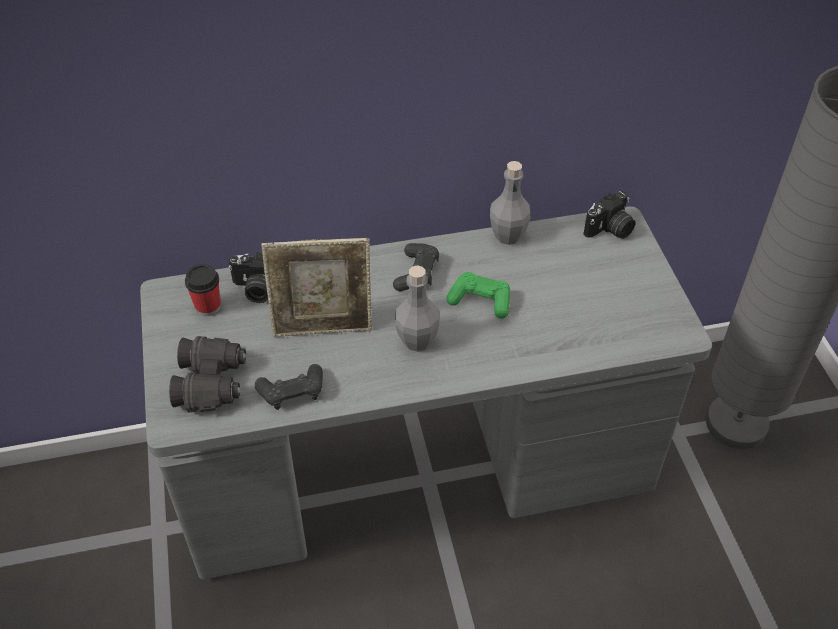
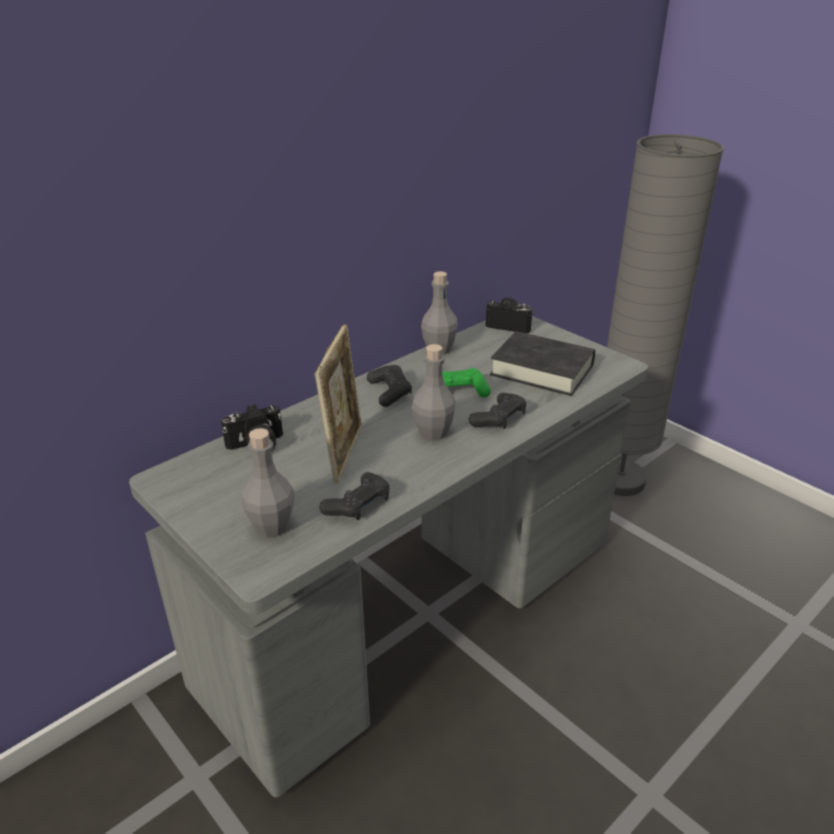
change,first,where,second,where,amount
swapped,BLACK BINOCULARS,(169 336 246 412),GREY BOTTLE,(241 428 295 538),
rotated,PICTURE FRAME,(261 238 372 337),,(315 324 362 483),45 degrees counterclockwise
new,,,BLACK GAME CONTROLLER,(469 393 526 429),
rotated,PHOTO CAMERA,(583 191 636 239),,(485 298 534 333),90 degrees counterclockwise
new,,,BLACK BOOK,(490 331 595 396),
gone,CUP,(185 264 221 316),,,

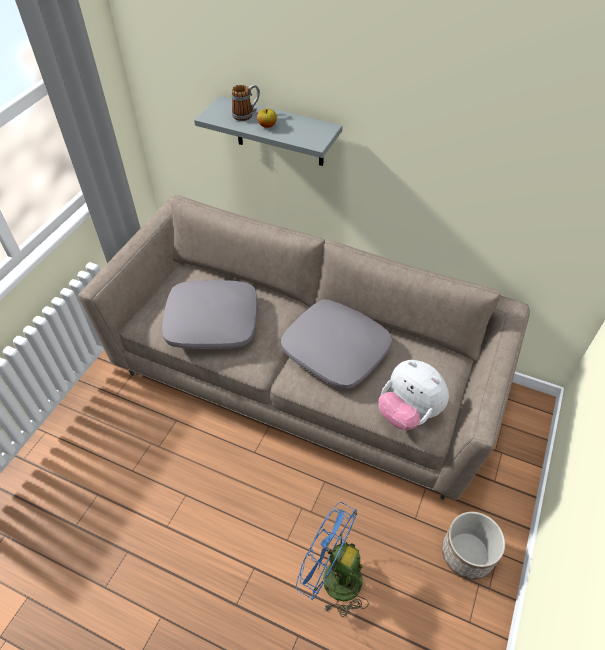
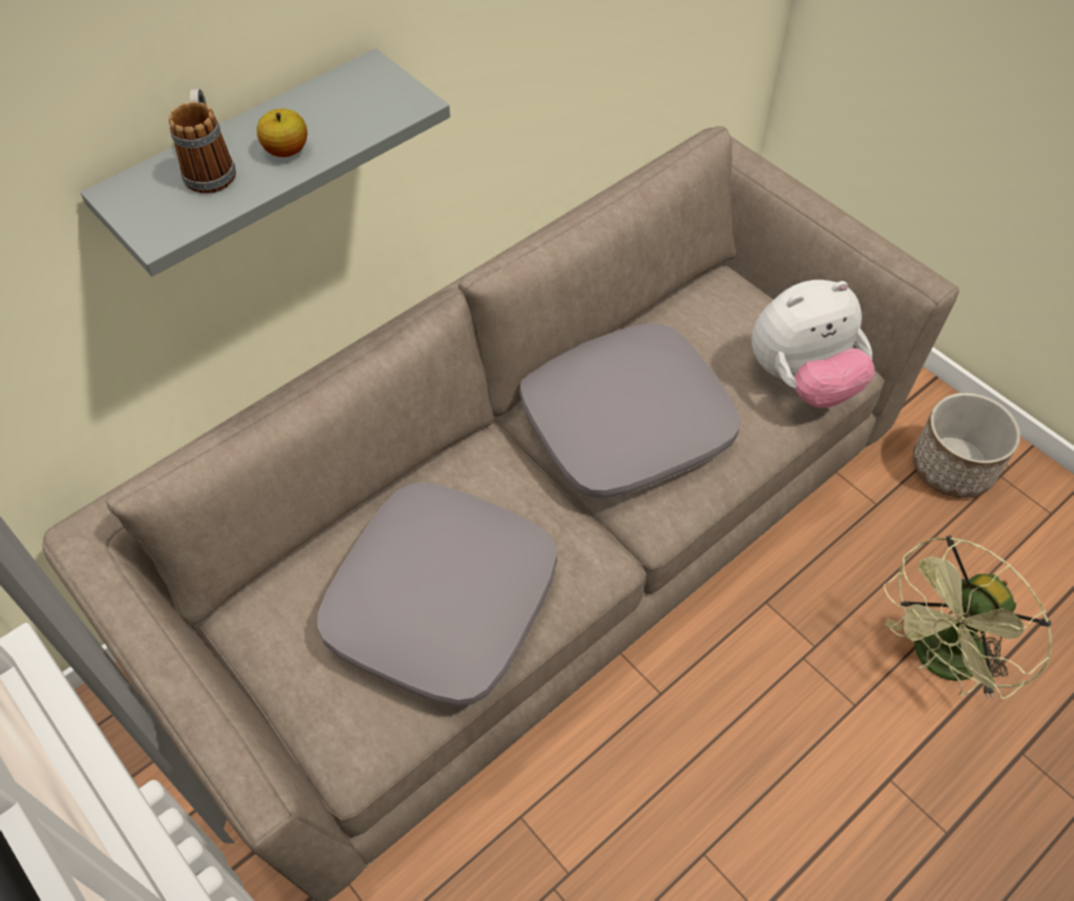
change,first,where,second,where,amount
repainted,BLUE FAN,(296 502 369 617),GREEN FAN,(883 535 1052 699),

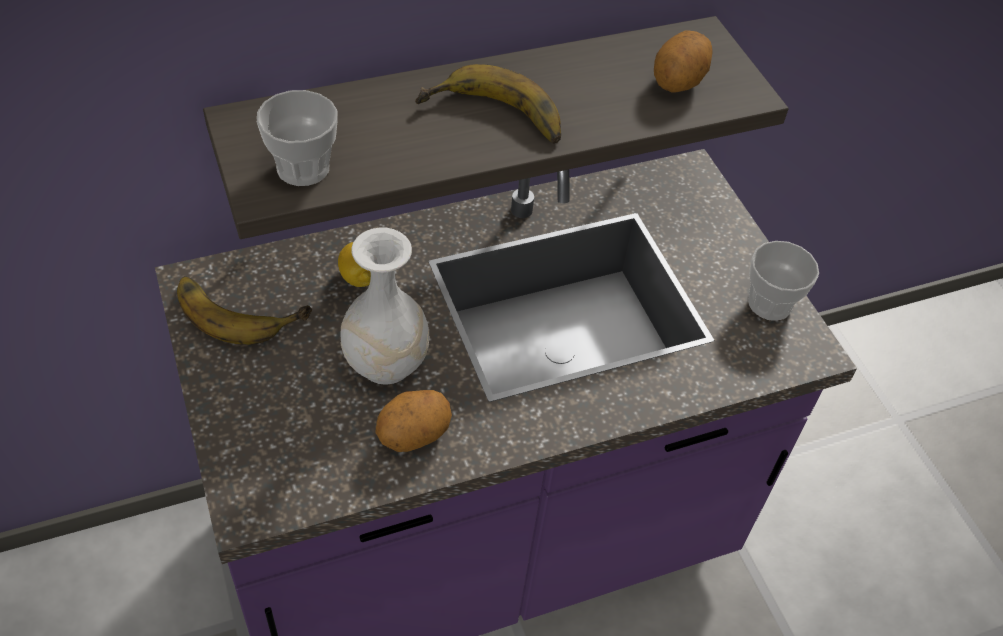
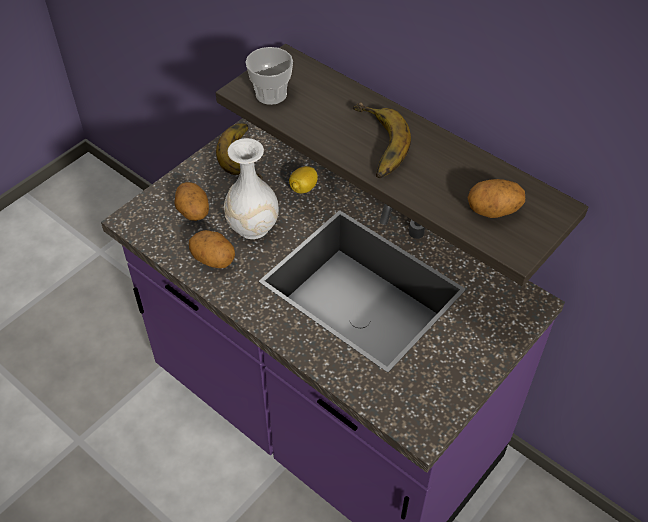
change,first,where,second,where,amount
new,,,POTATO,(174 182 209 221),
gone,CUP,(748 241 819 321),,,

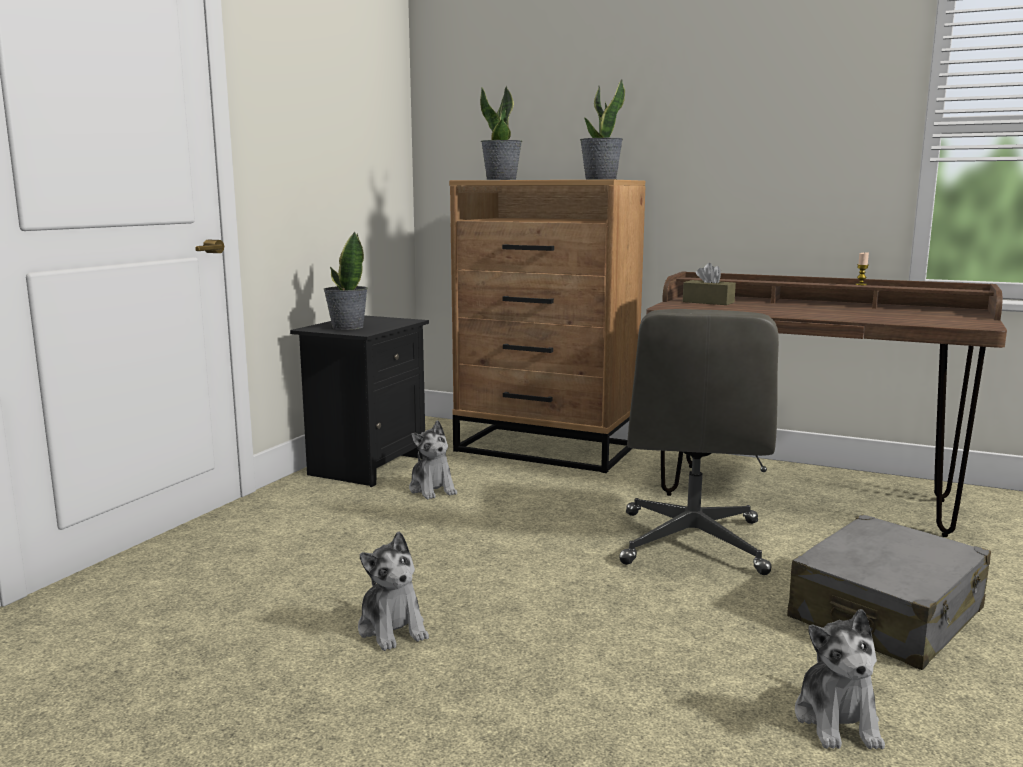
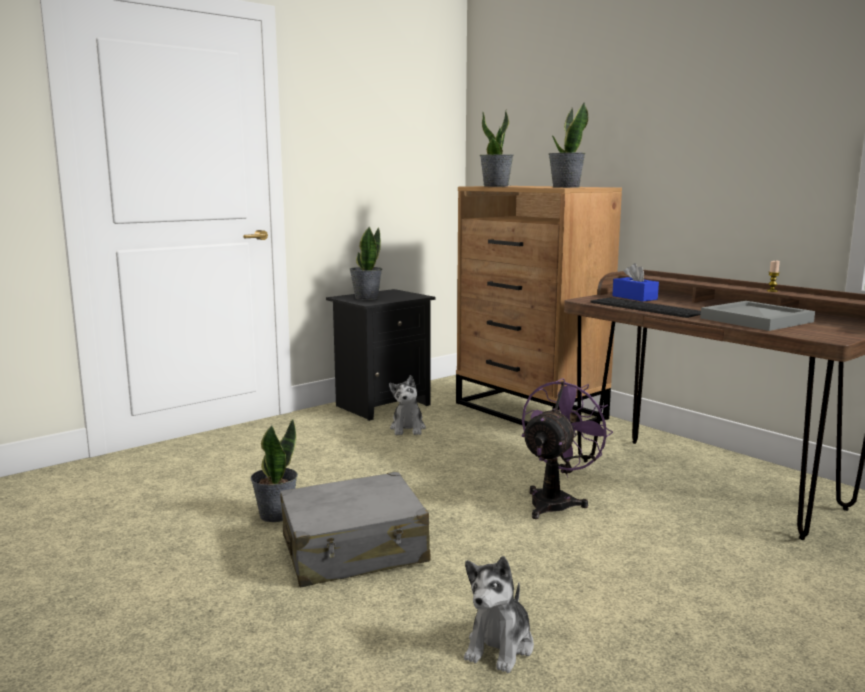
change,first,where,second,where,amount
swapped,PLUSH TOY,(358 531 429 651),POTTED PLANT,(251 418 298 522),
shifted,GREY SUITCASE,(787 514 991 670),,(280 472 430 587),
swapped,GREY OFFICE CHAIR,(619 309 779 575),PURPLE FAN,(521 378 613 519),
new,,,KEYBOARD,(590 297 701 318),
repainted,BROWN TISSUE BOX,(683 263 736 305),BLUE TISSUE BOX,(612 263 659 302),
new,,,GREY TRAY,(700 301 815 331),

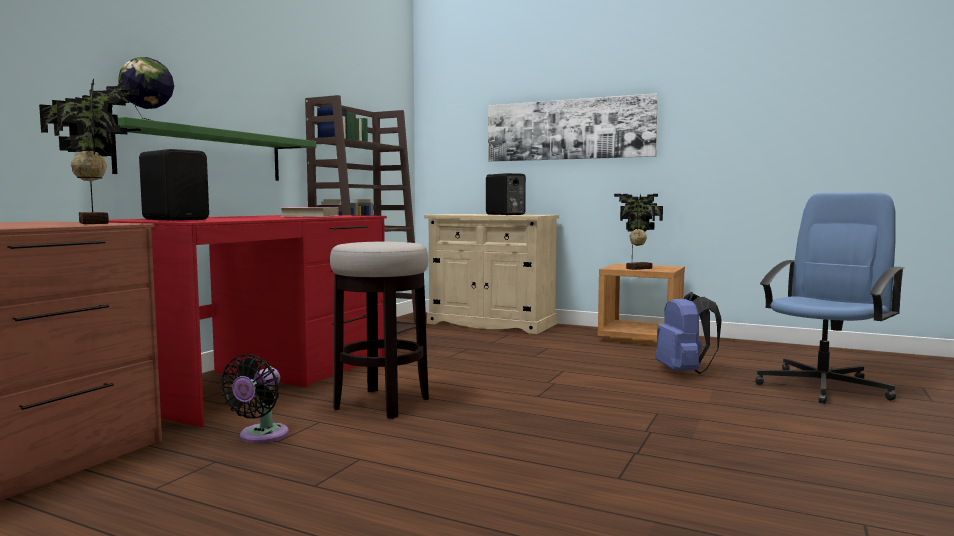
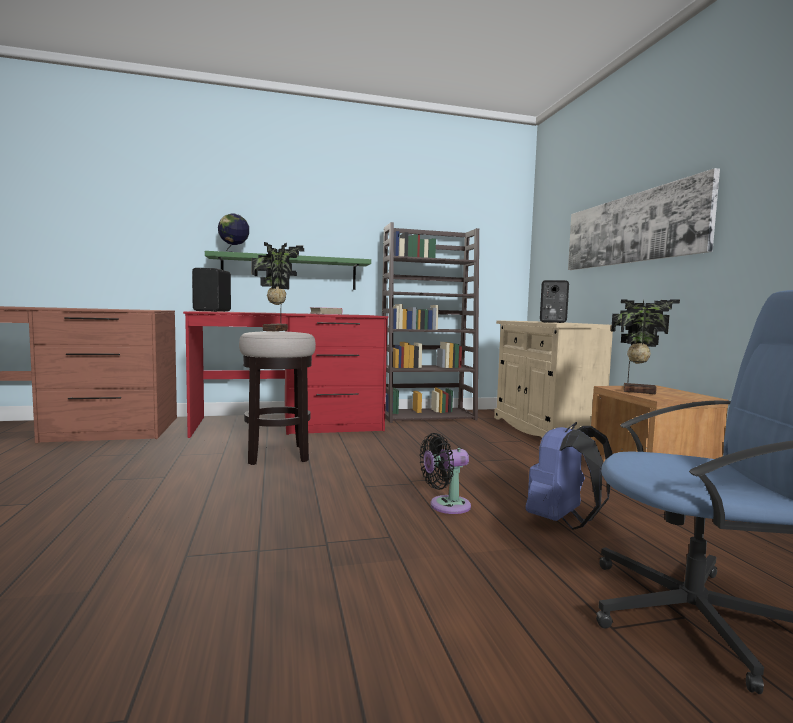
change,first,where,second,where,amount
shifted,POTTED PLANT,(39 79 139 224),,(251 242 304 331),
shifted,BLACK FAN,(220 354 289 443),,(419 433 471 514),

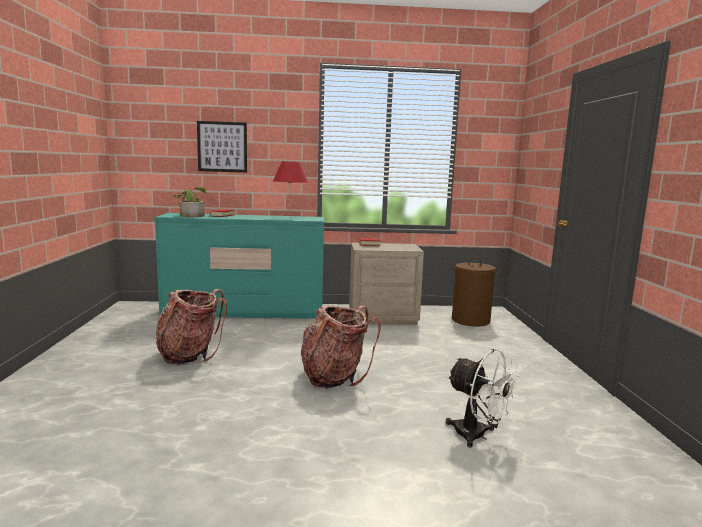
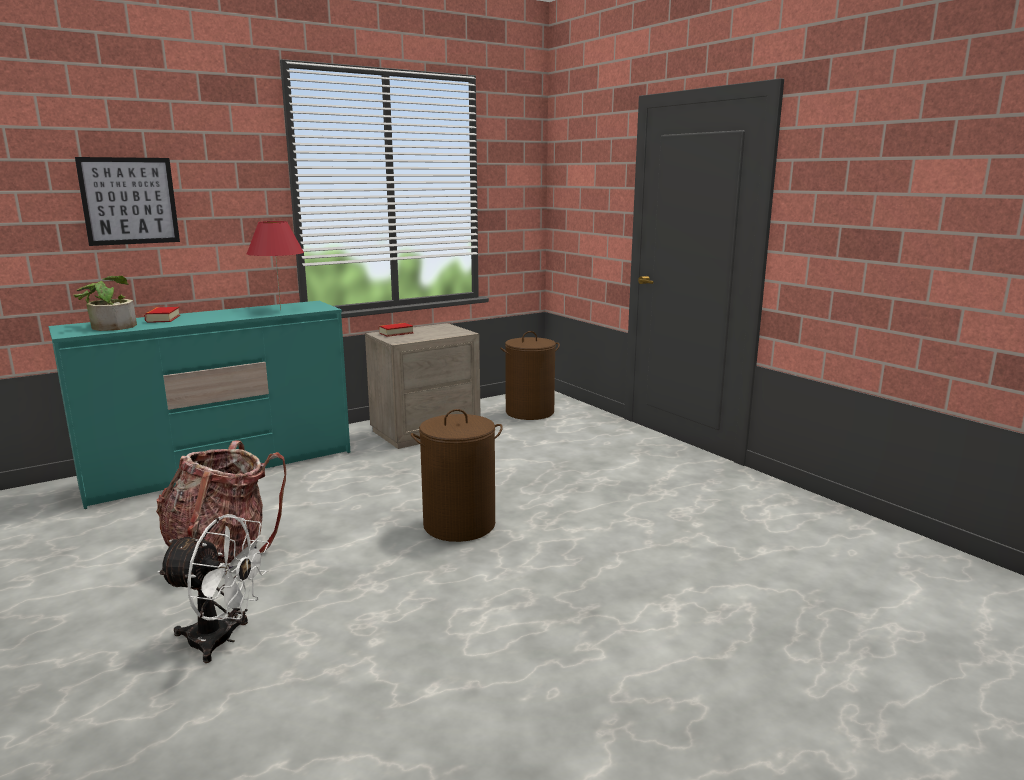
change,first,where,second,where,amount
shifted,WHITE FAN,(446 349 520 448),,(157 514 269 663),
swapped,BACKPACK,(301 305 381 389),BROWN LAUNDRY BASKET,(411 409 503 542),

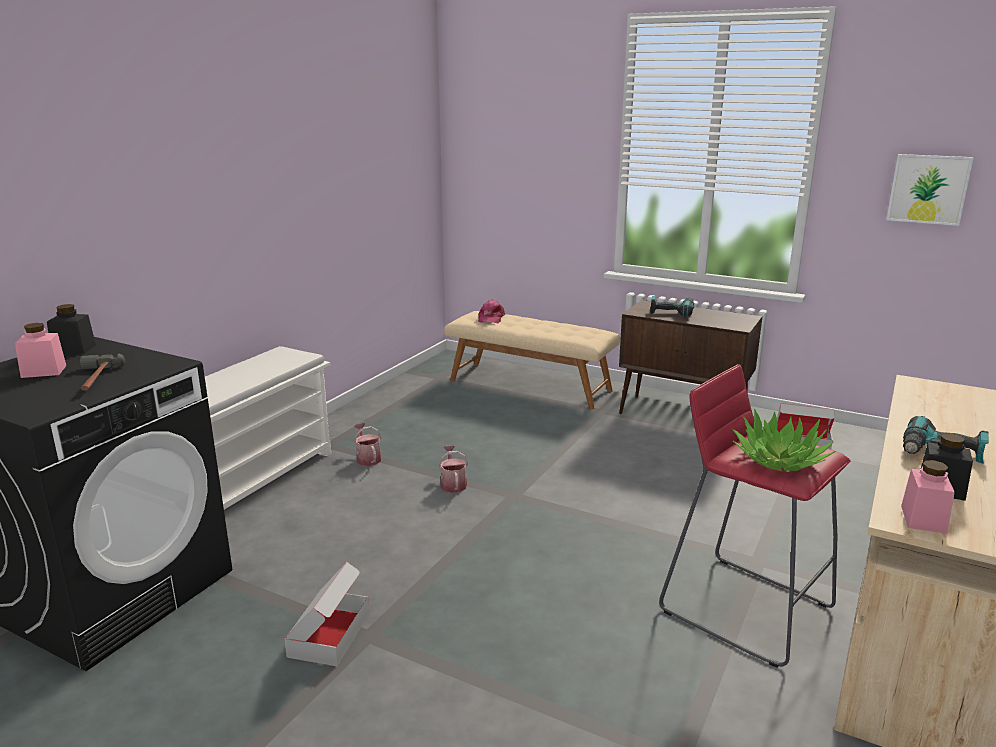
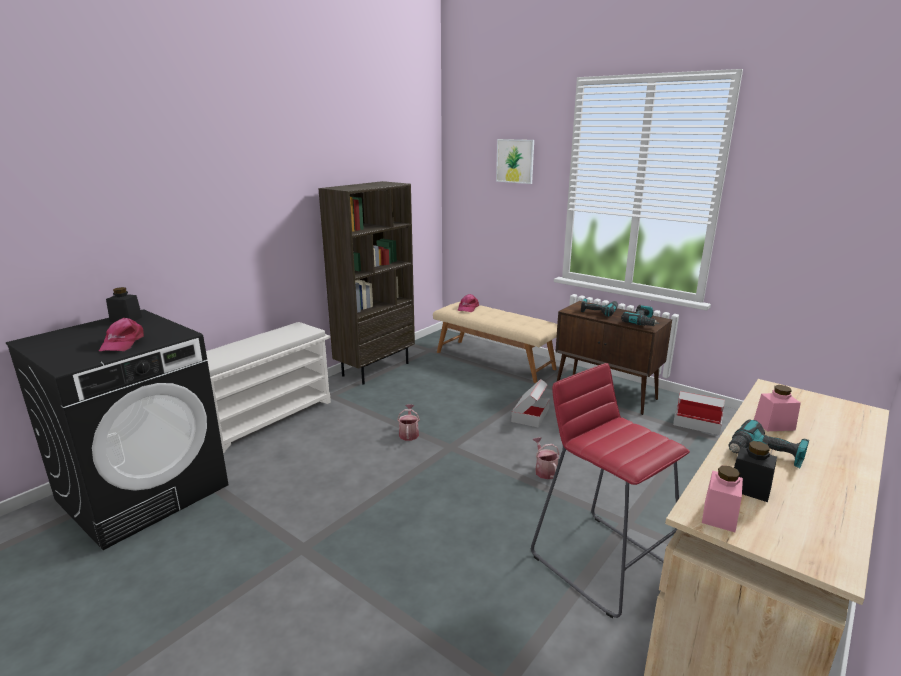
change,first,where,second,where,amount
swapped,HAMMER,(80 353 125 391),PINK CAP,(99 318 144 351),
new,,,BROWN BOOKCASE,(318 181 415 384),
shifted,PICTURE,(886 154 974 226),,(496 139 534 184),
shifted,CARDBOARD BOX,(284 562 369 666),,(511 379 550 428),
shifted,WATERING CAN,(354 423 381 466),,(533 437 559 480),
new,,,POWER DRILL,(621 305 659 326),
shifted,PINK JAR,(15 323 66 378),,(754 385 801 431),
gone,POTTED PLANT,(732 409 836 471),,,

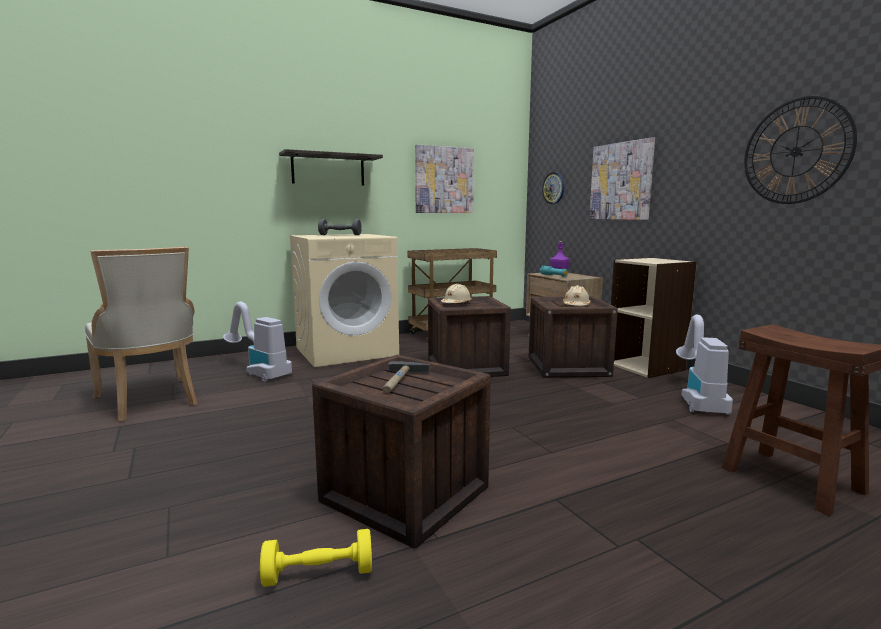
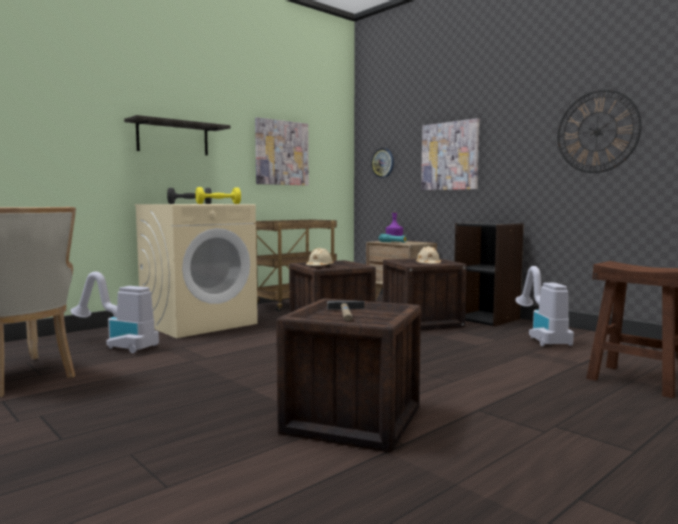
change,first,where,second,where,amount
shifted,YELLOW DUMBBELL,(260 529 372 587),,(195 187 241 204),
repainted,BEIGE BOOKCASE,(611 258 697 378),BLACK BOOKCASE,(454 222 524 326),

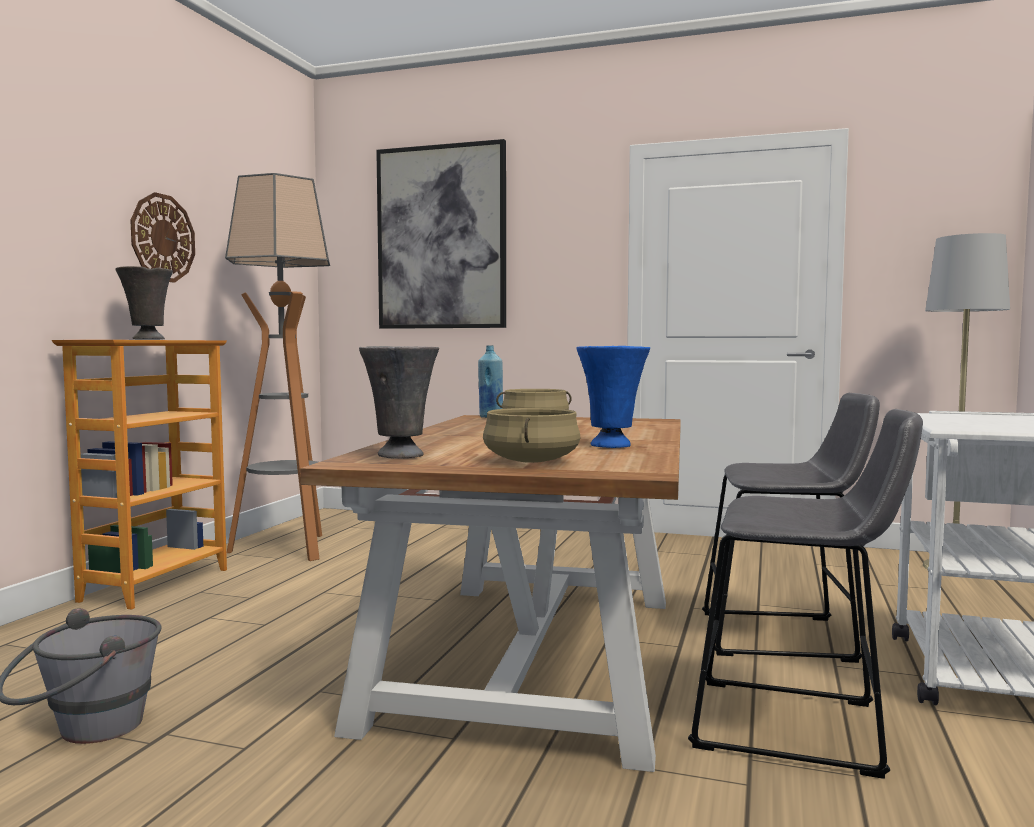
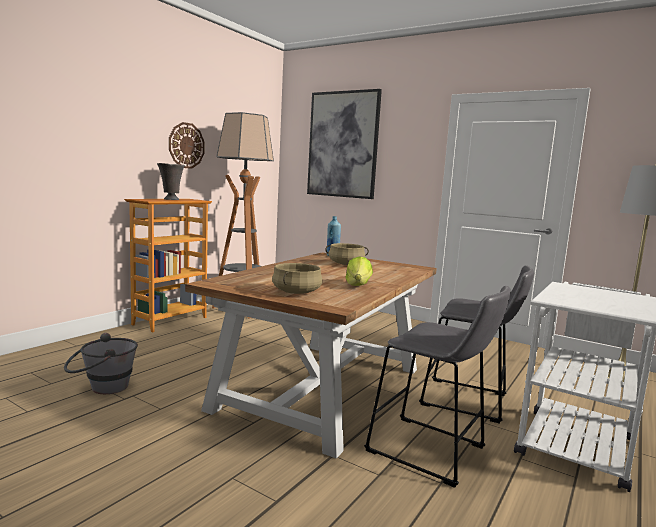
change,first,where,second,where,amount
swapped,BLUE VASE,(577 346 650 448),LETTUCE,(345 256 373 286),
gone,GREY VASE,(359 346 439 458),,,

